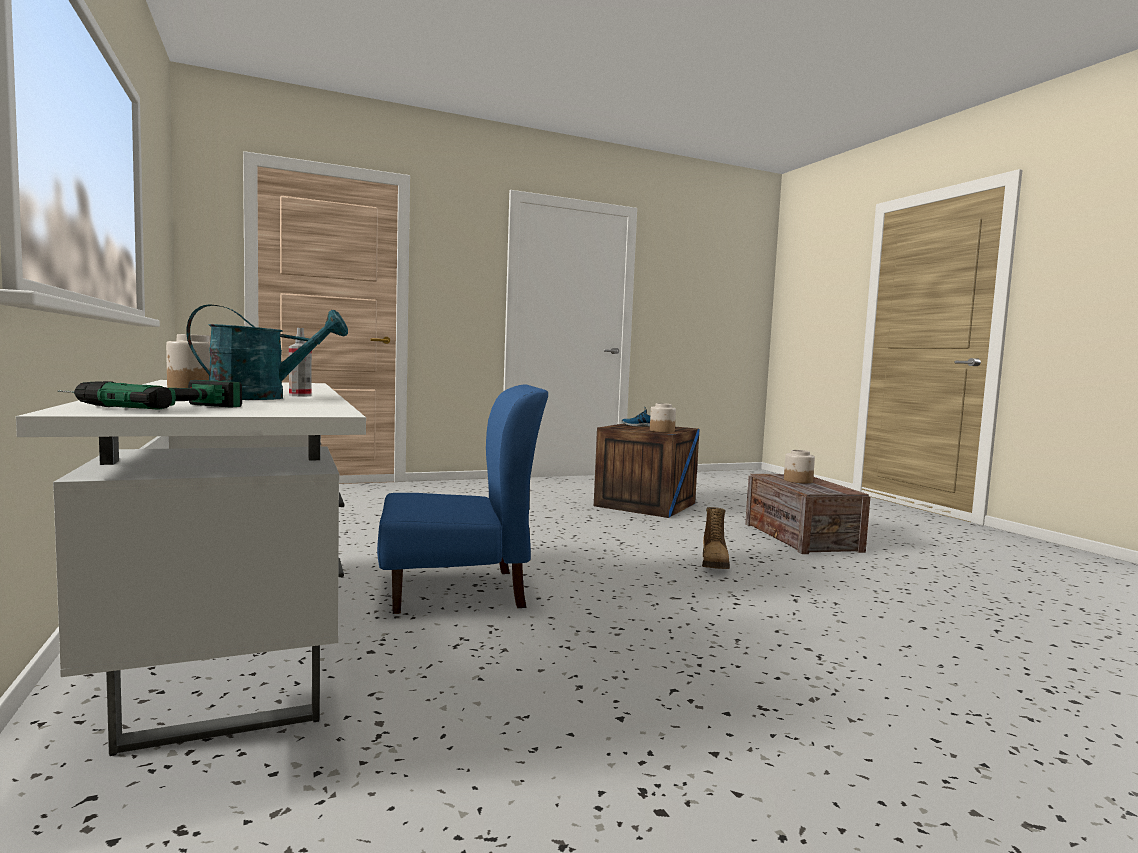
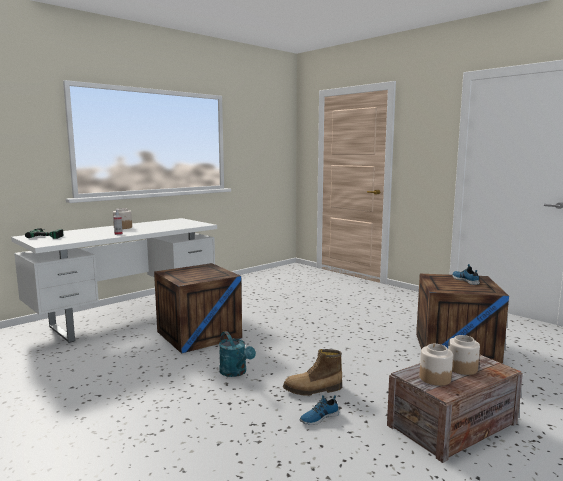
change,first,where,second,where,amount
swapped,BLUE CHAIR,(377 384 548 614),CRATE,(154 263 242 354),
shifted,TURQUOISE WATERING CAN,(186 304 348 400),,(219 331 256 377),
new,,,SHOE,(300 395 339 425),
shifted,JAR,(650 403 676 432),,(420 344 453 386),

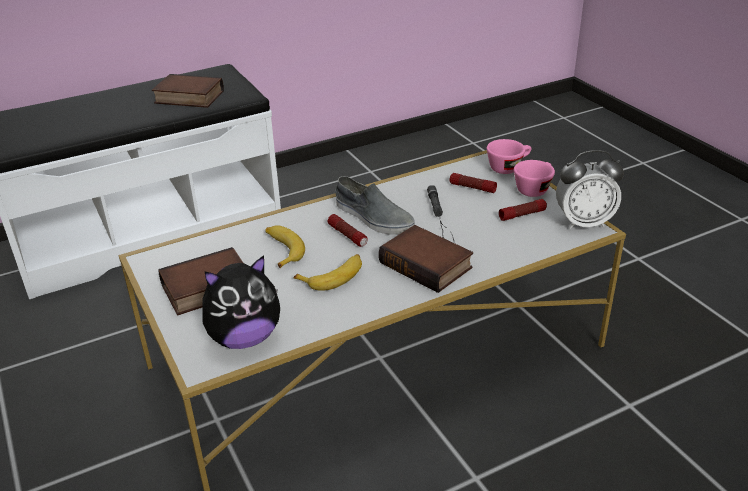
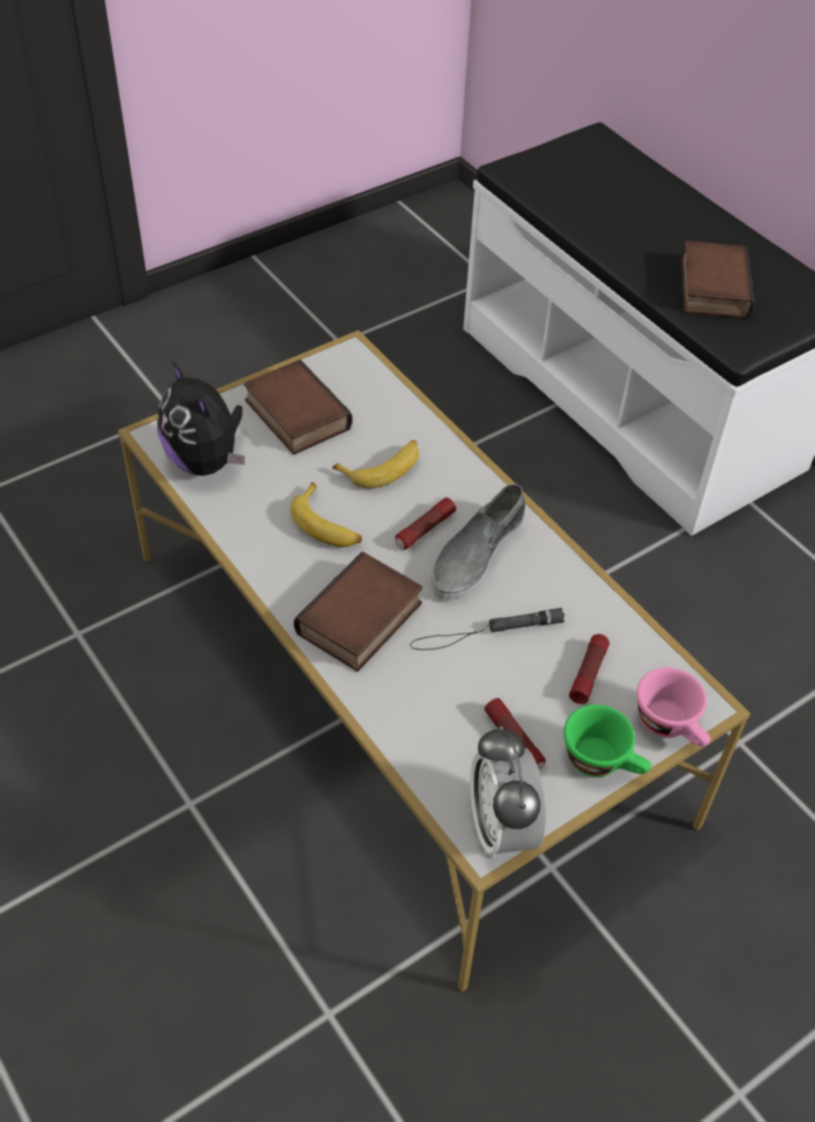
change,first,where,second,where,amount
repainted,PINK CUP,(514 160 555 197),GREEN CUP,(564 704 651 777),

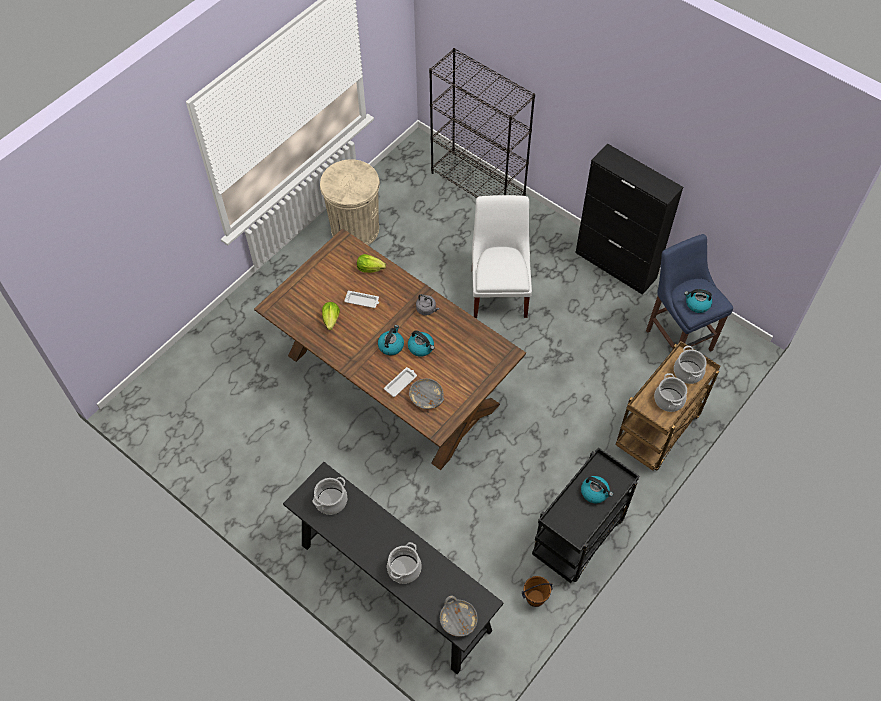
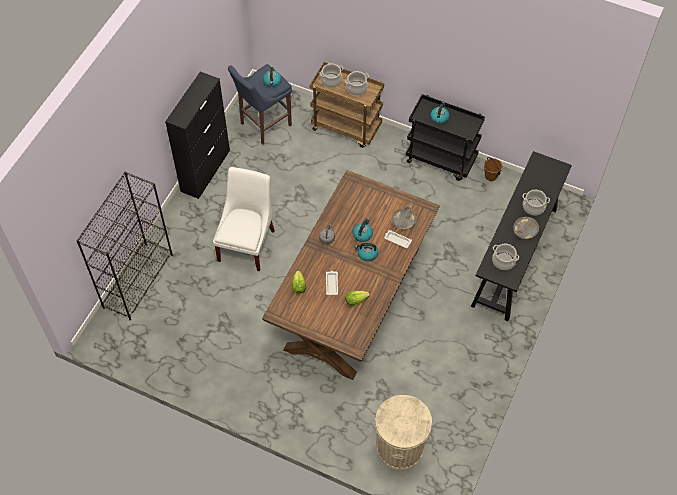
change,first,where,second,where,amount
rotated,WHITE CHAIR,(472 195 532 318),,(213 167 275 271),120 degrees clockwise
shifted,BEIGE TRASH CAN,(320 159 380 245),,(375 395 432 470),
shifted,GREY BOWL,(440 596 478 636),,(513 217 539 239),

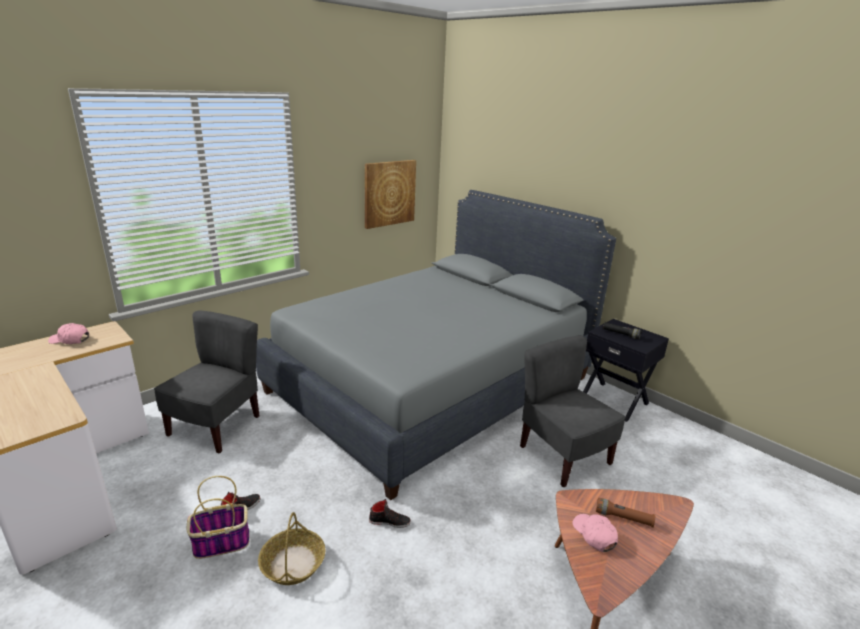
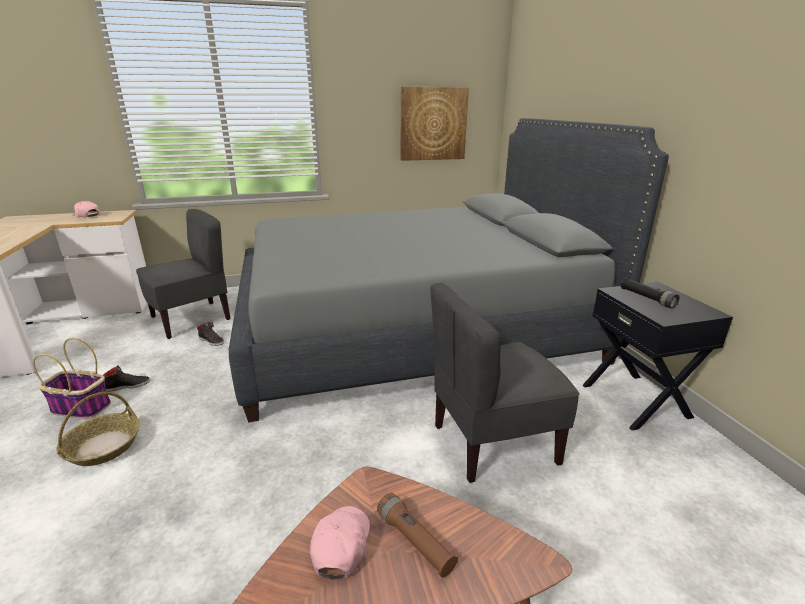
change,first,where,second,where,amount
shifted,BLACK SHOE,(369 499 411 528),,(197 322 224 346),
rotated,GREY CHAIR,(520 336 626 487),,(430 283 580 483),105 degrees counterclockwise

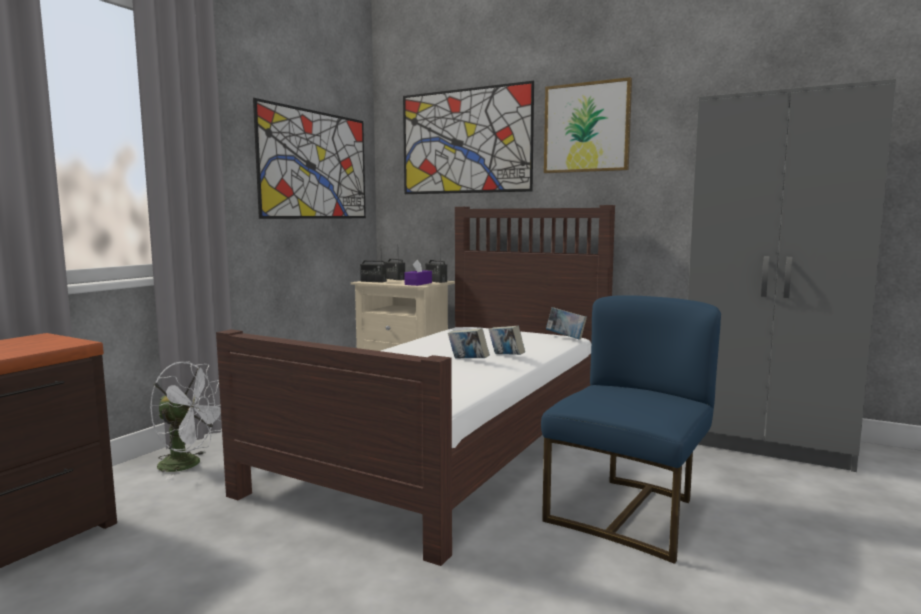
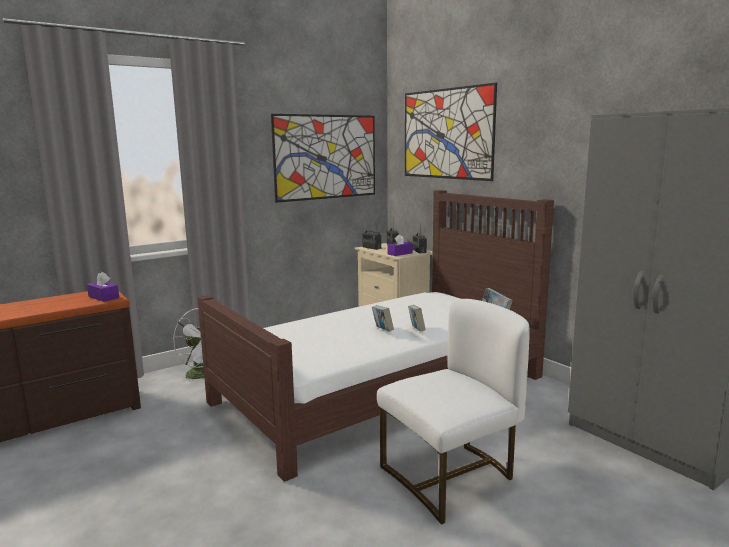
change,first,where,second,where,amount
new,,,PURPLE TISSUE BOX,(87 272 119 302),
repainted,BLUE CHAIR,(541 295 721 564),WHITE CHAIR,(377 299 530 525),
gone,PICTURE,(544 77 632 173),,,

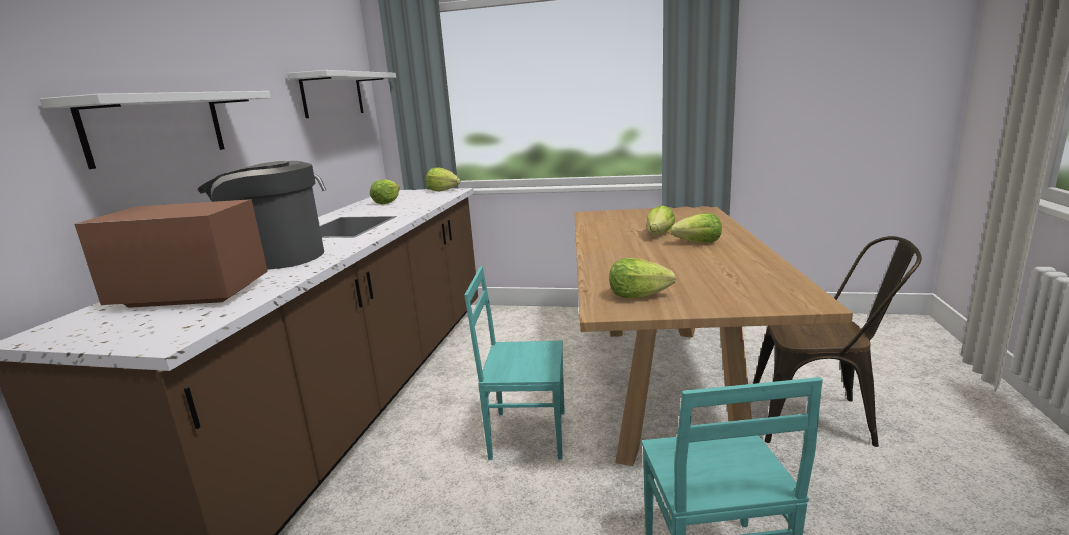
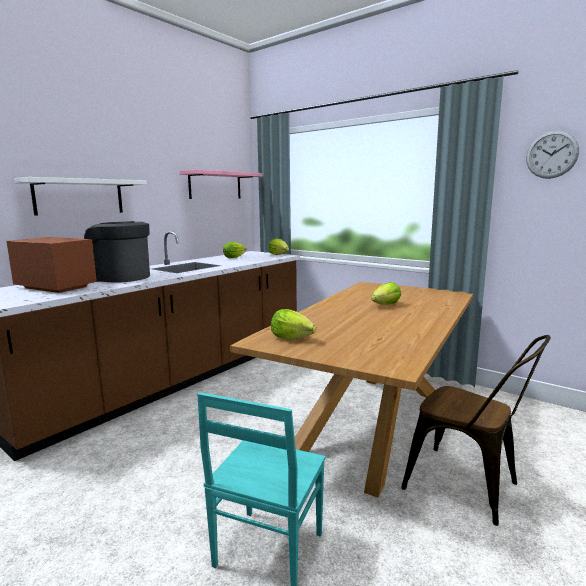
change,first,where,second,where,amount
repainted,WHITE SHELF,(287 70 396 118),PINK SHELF,(179 170 262 199),
new,,,WALL CLOCK,(526 130 579 179),
gone,TURQUOISE CHAIR,(464 266 565 460),,,
gone,LETTUCE,(670 213 722 243),,,

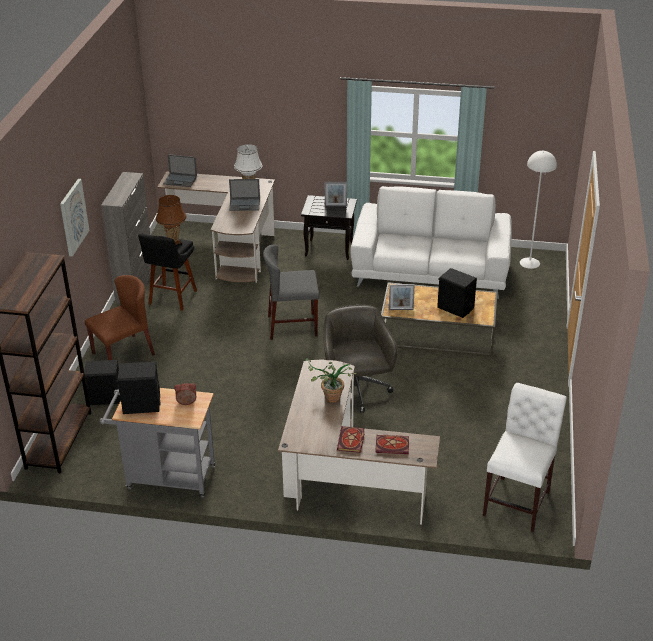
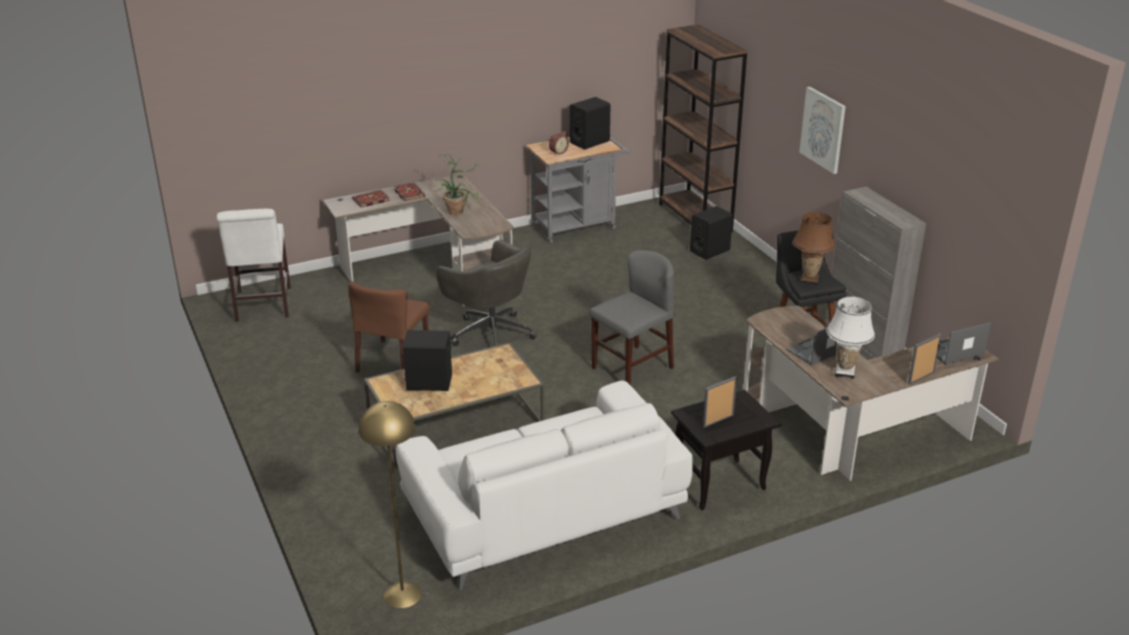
change,first,where,second,where,amount
shifted,BROWN CHAIR,(85 275 155 360),,(348 281 430 373),
repainted,WHITE FLOOR LAMP,(520 151 557 269),YELLOW FLOOR LAMP,(359 401 422 608),
shifted,PICTURE FRAME,(389 284 415 310),,(908 334 942 385),

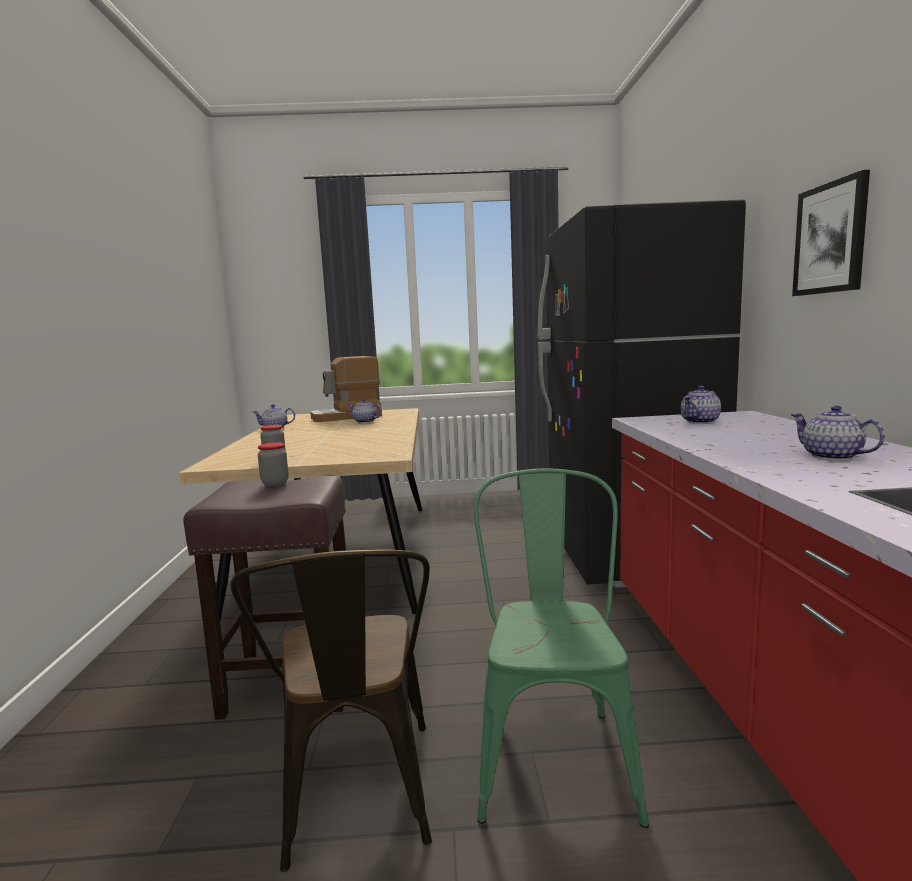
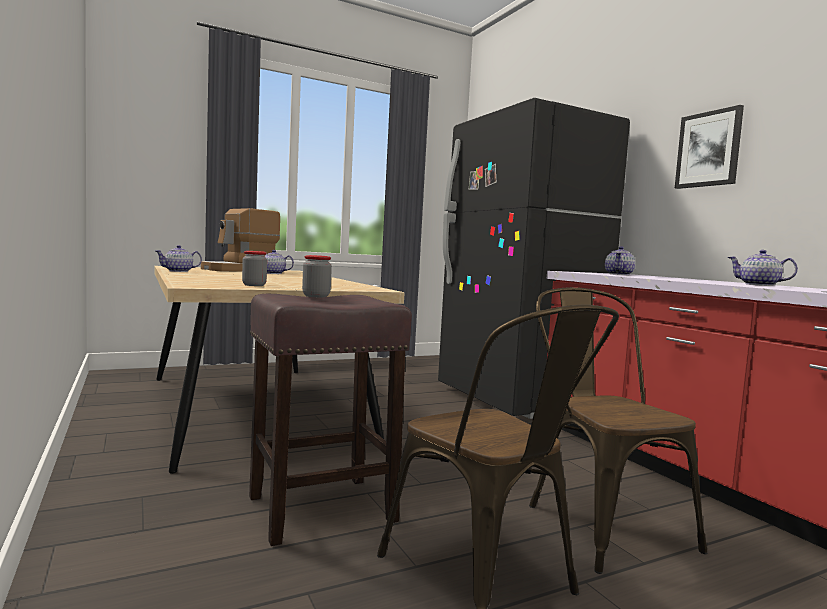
change,first,where,second,where,amount
repainted,GREEN CHAIR,(474 468 649 828),BROWN CHAIR,(529 287 708 574),

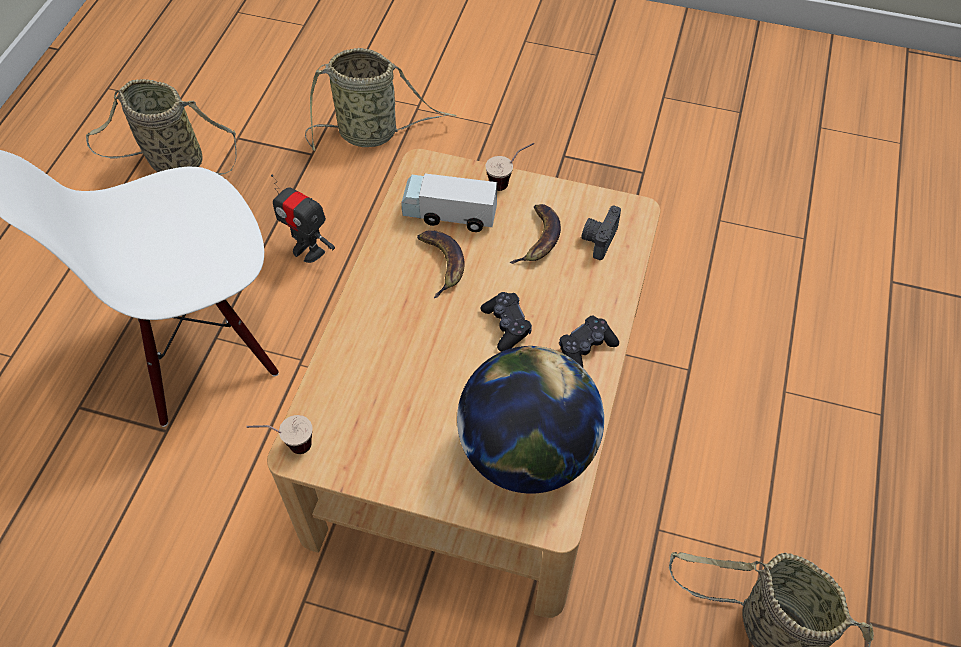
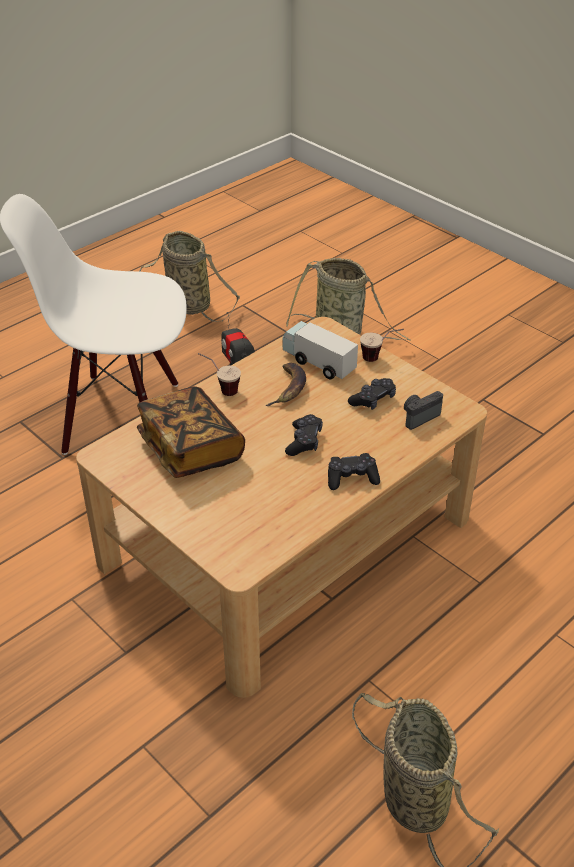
change,first,where,second,where,amount
new,,,BOOK,(137 386 245 478),
shifted,CUP,(246 415 313 454),,(198 353 241 396),
swapped,BANANA,(509 204 561 264),BLACK GAME CONTROLLER,(348 378 396 410),
gone,GLOBE,(457 346 604 494),,,

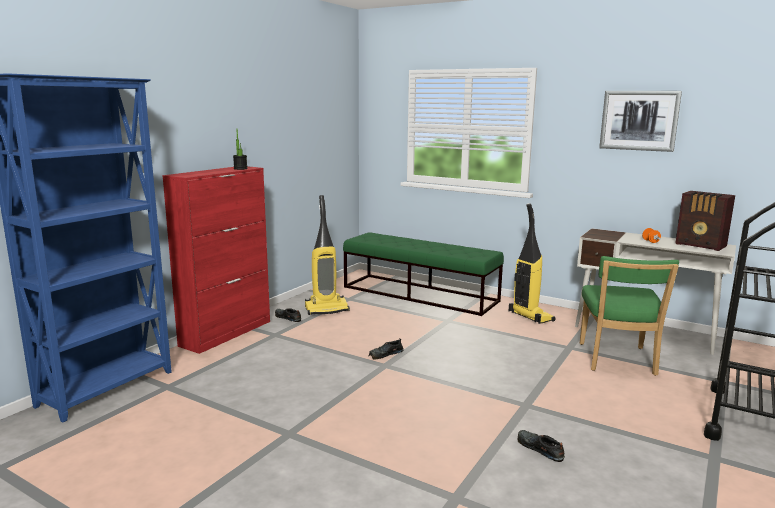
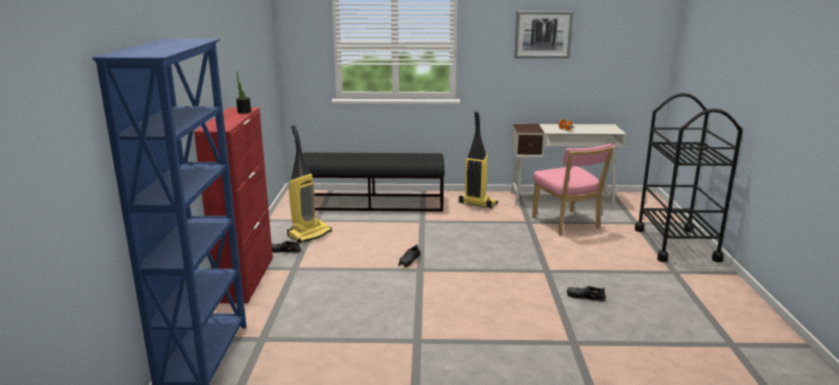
change,first,where,second,where,amount
repainted,GREEN BENCH,(343 232 504 316),BLACK BENCH,(303 152 445 212),
repainted,GREEN CHAIR,(580 256 679 376),PINK CHAIR,(532 144 614 235),
gone,RADIO,(676 191 735 251),,,

